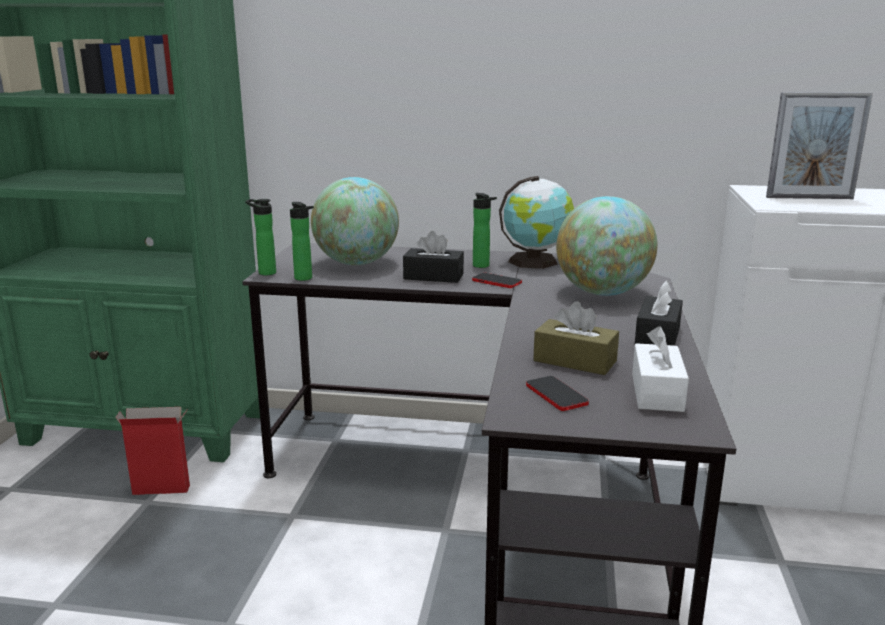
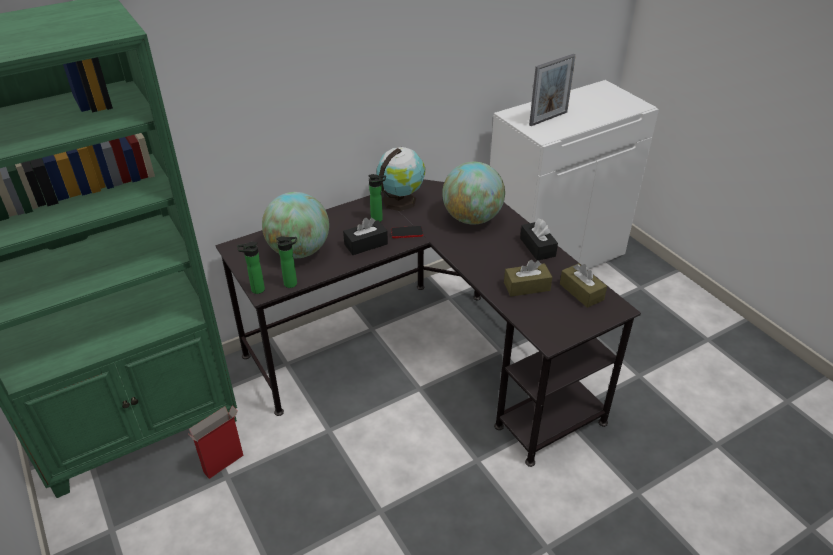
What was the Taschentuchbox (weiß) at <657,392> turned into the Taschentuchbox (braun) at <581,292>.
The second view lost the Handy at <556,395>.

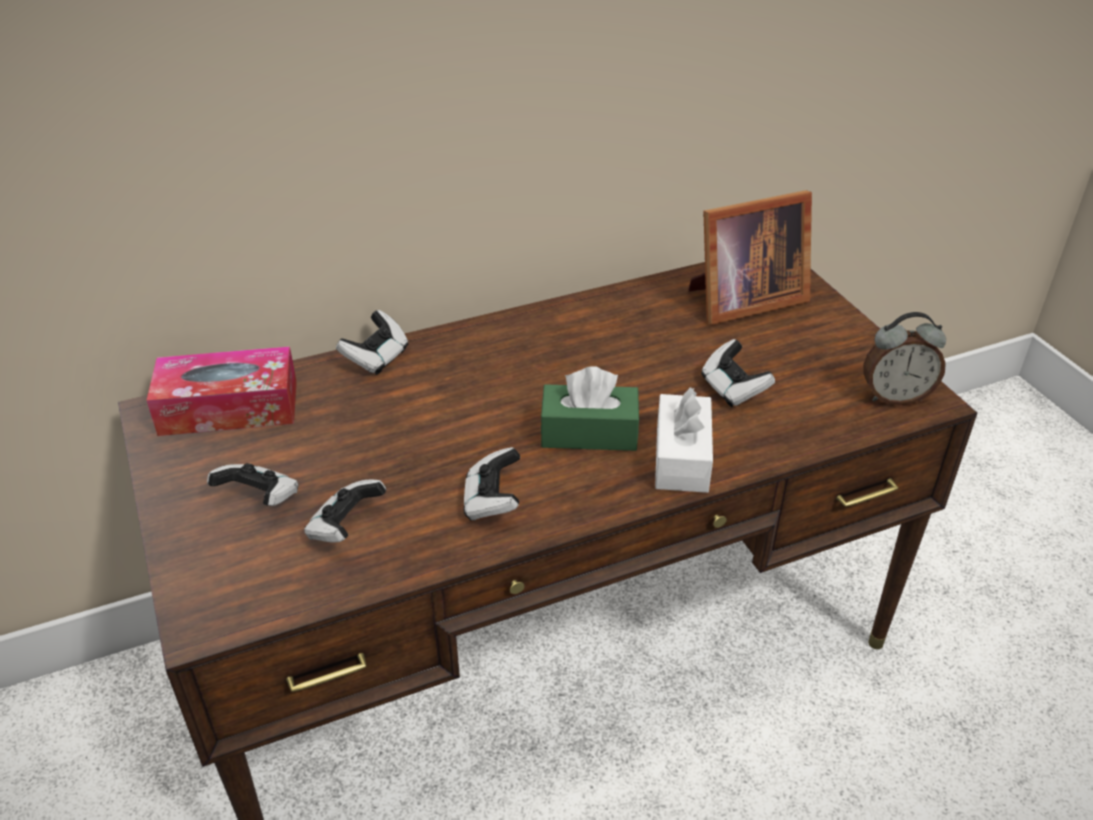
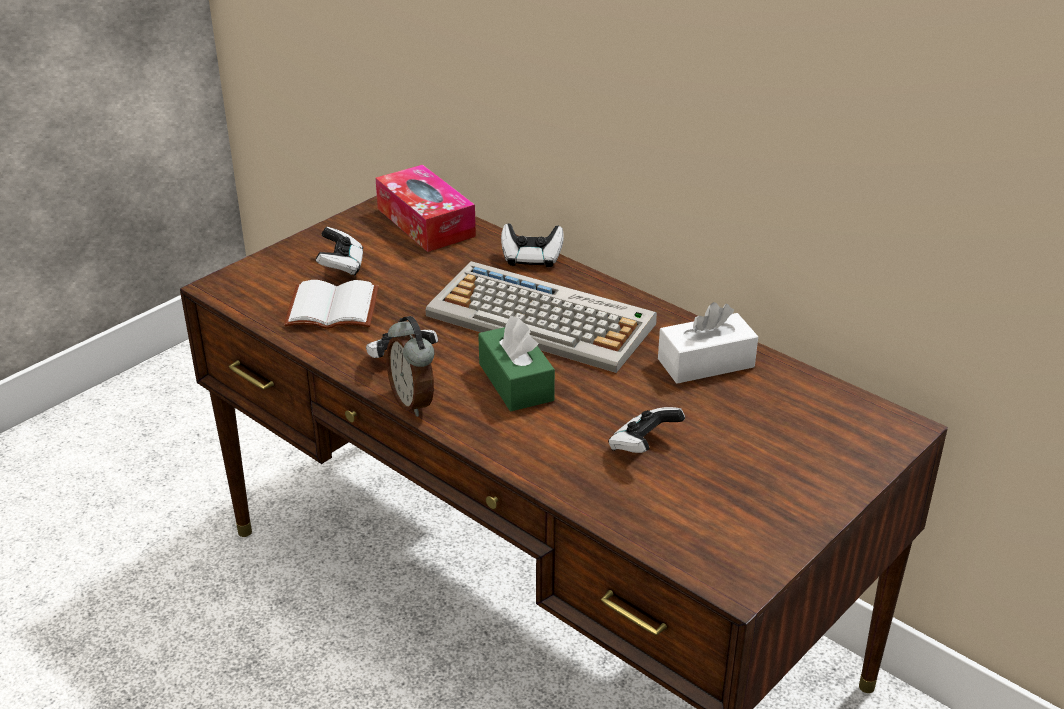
Where the Gamepad stood at <345,527>, the Buch (weiß) came to stand at <334,307>.
The Wecker ended up elsewhere, having gone from <894,396> to <414,402>.
The second view gained the Tastatur at <543,319>.
The Taschentuchbox (weiß) ended up elsewhere, having gone from <681,458> to <706,363>.
The second view lost the Bilderrahmen at <742,301>.

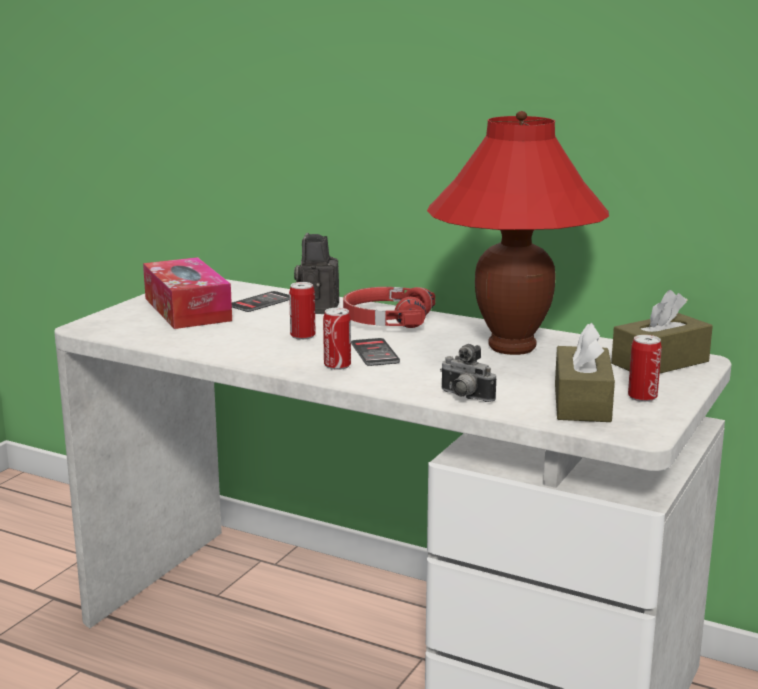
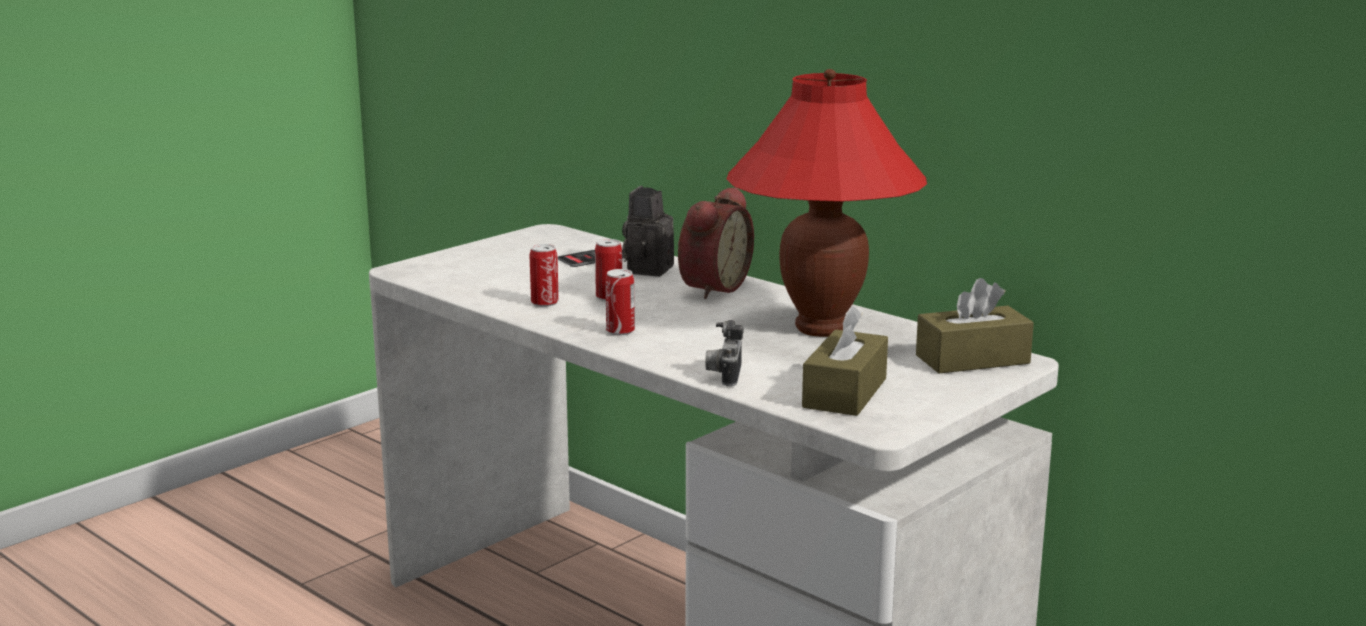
The Dose ended up elsewhere, having gone from <642,397> to <544,303>.
Where the Kopfhörer (rot) stood at <386,320>, the Wecker came to stand at <711,287>.
The Kamera at <464,397> ended up facing another way, 45 degrees clockwise from before.
The second view lost the Taschentuchbox at <187,309>.
The second view lost the Handy at <375,353>.

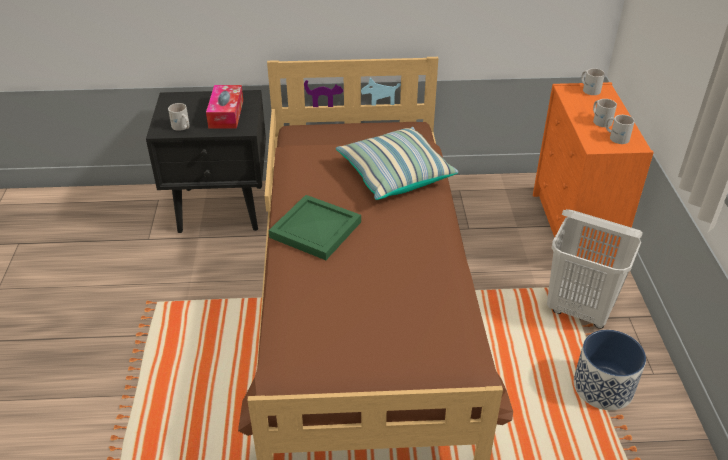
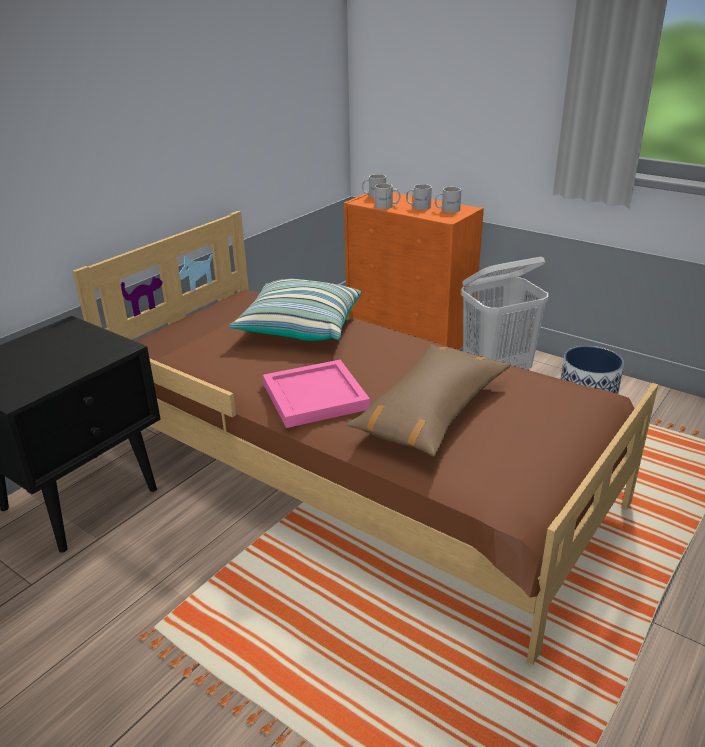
What was the Tablett (grün) at <316,230> turned into the Tablett (rosa) at <316,397>.
The second view gained the Kissen (braun) at <431,412>.
The Henkelbecher (weiß) ended up elsewhere, having gone from <181,127> to <387,206>.
The second view lost the Taschentuchbox at <226,114>.

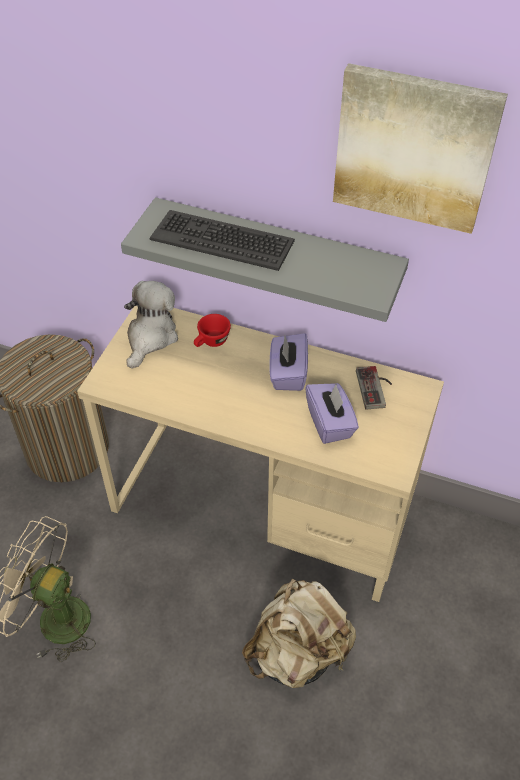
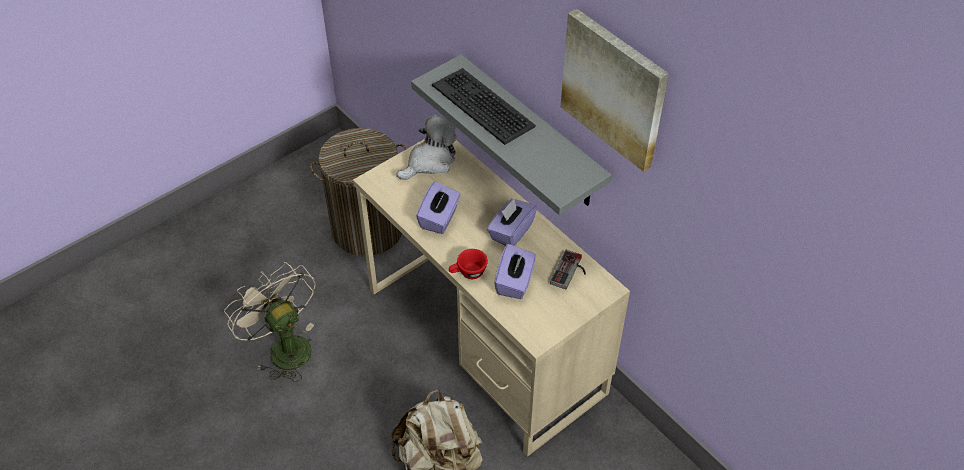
The second view gained the Taschentuchbox (lila) at <439,218>.
The Tasse (rot) ended up elsewhere, having gone from <211,342> to <468,273>.

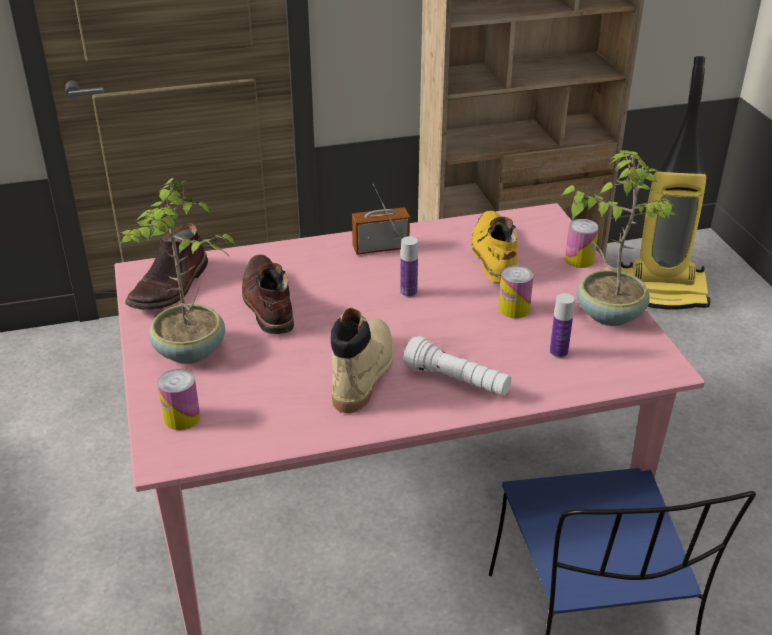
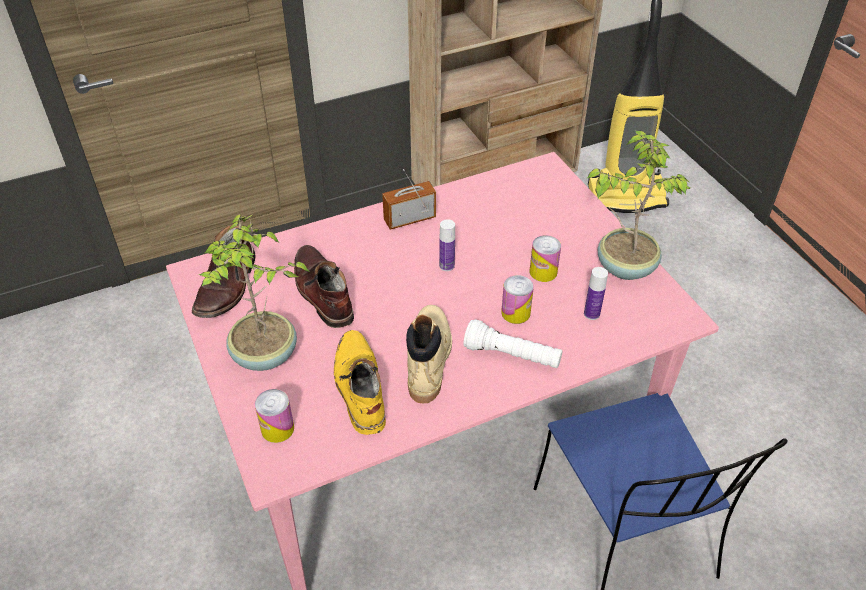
The Stiefel (gelb) ended up elsewhere, having gone from <493,255> to <359,387>.
The Dose ended up elsewhere, having gone from <579,259> to <515,313>.

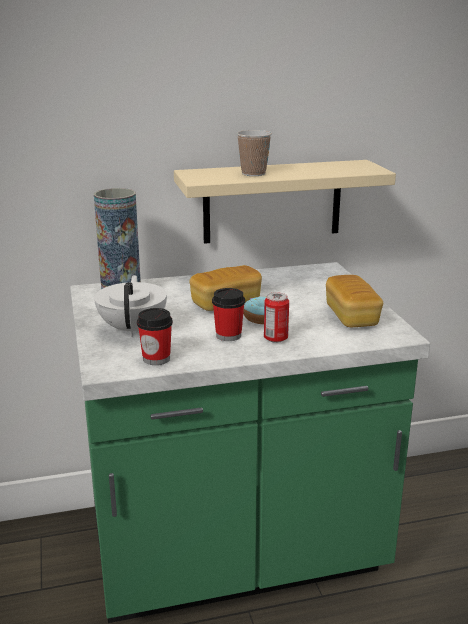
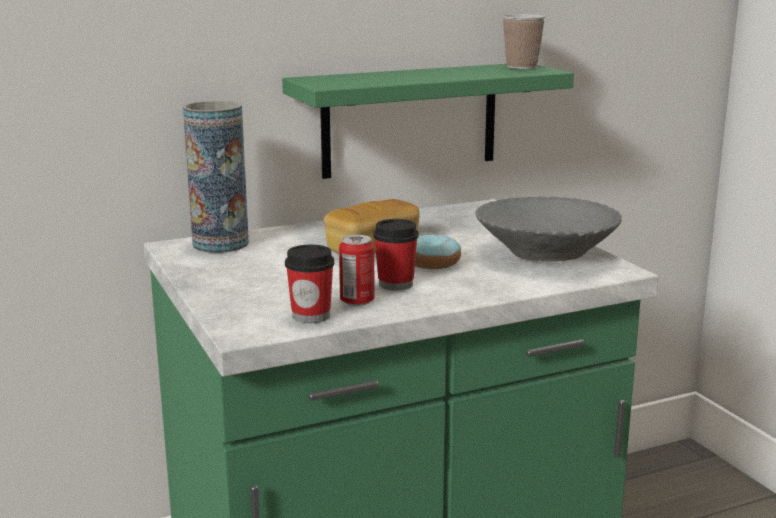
What was the Wandregal (beige) at <272,201> turned into the Wandregal (grün) at <410,119>.
The Dose ended up elsewhere, having gone from <275,339> to <357,301>.
Where the Brot stood at <351,316>, the Schüssel (grau) came to stand at <545,254>.
The Tasse ended up elsewhere, having gone from <253,173> to <521,67>.
The second view lost the Teekanne (weiß) at <133,329>.

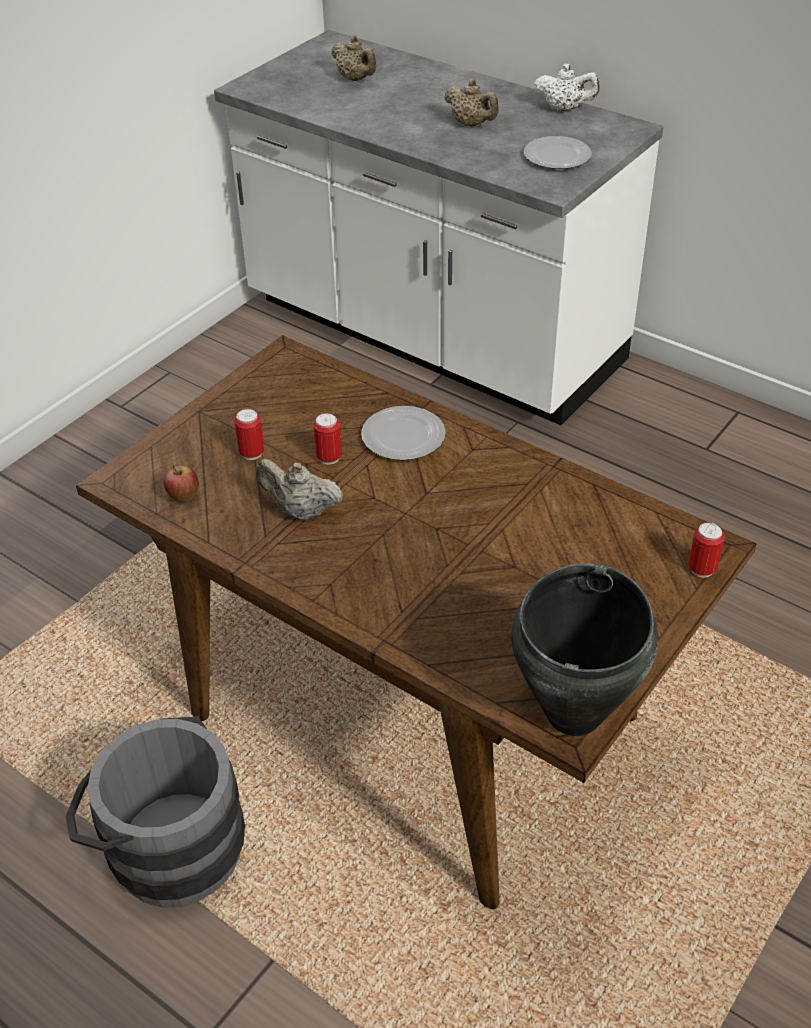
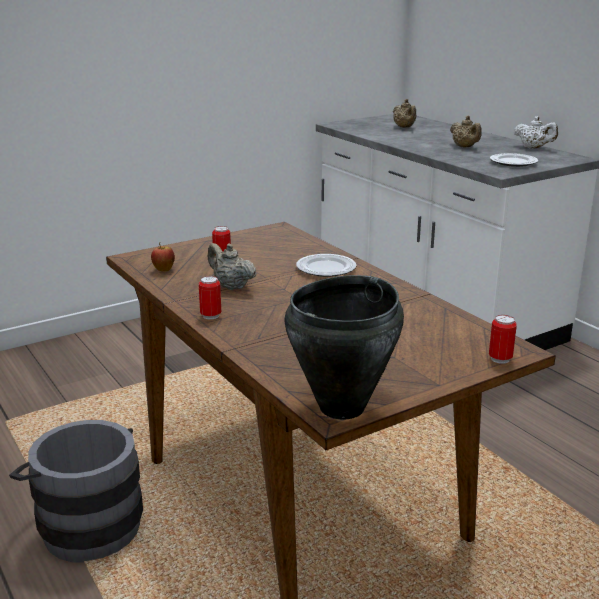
The Dose ended up elsewhere, having gone from <329,457> to <210,316>.

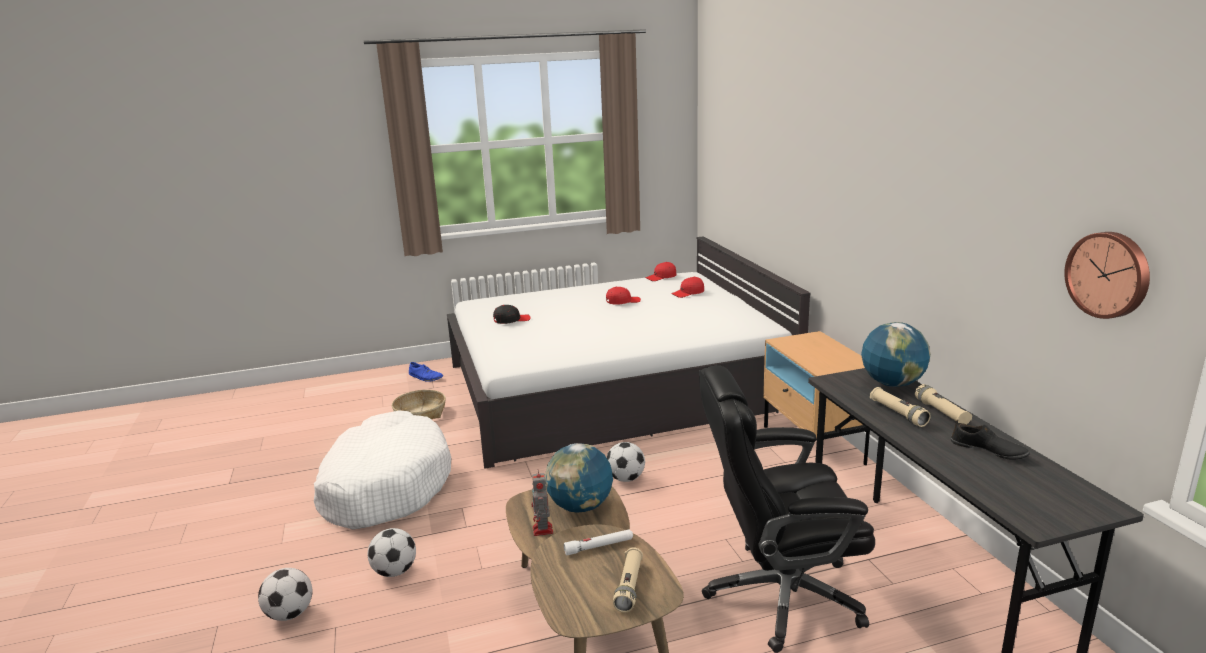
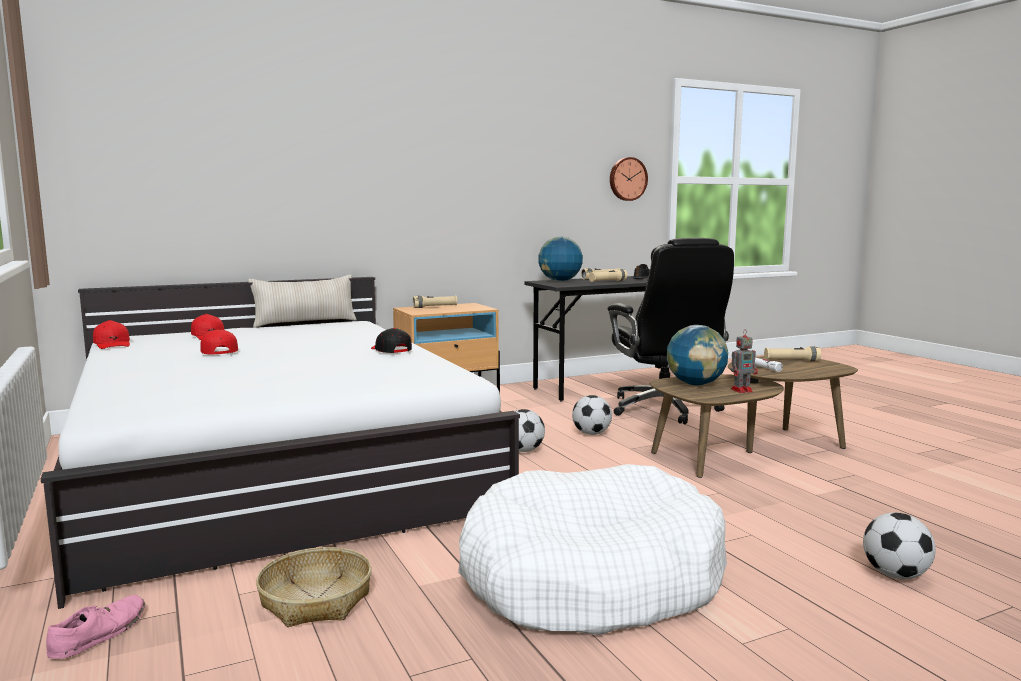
What was the Schuh (blau) at <425,377> turned into the Schuh (rosa) at <99,634>.
The second view gained the Kissen (beige) at <305,323>.
The Kappe (schwarz) ended up elsewhere, having gone from <511,320> to <390,350>.
The second view gained the Taschenlampe (beige) at <435,307>.
The Fußball ended up elsewhere, having gone from <395,571> to <591,434>.

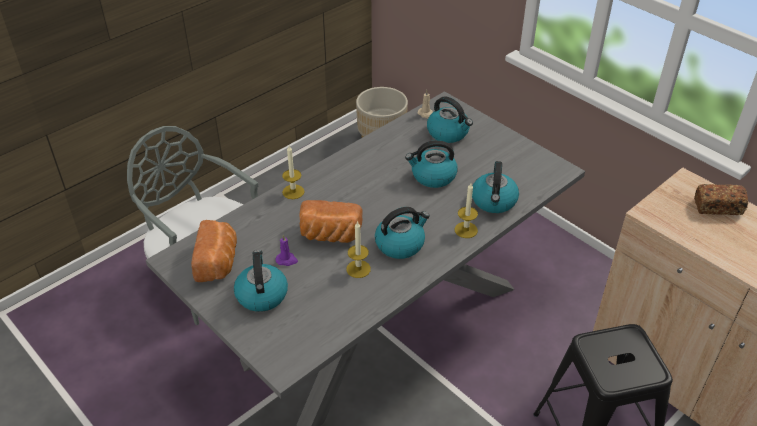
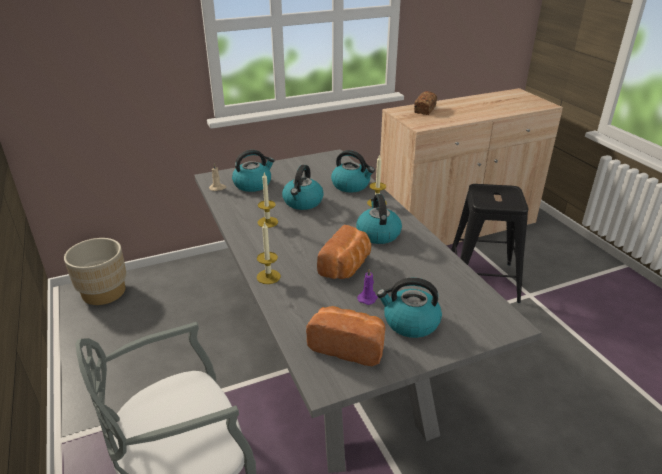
The Kerze ended up elsewhere, having gone from <358,269> to <267,222>.

